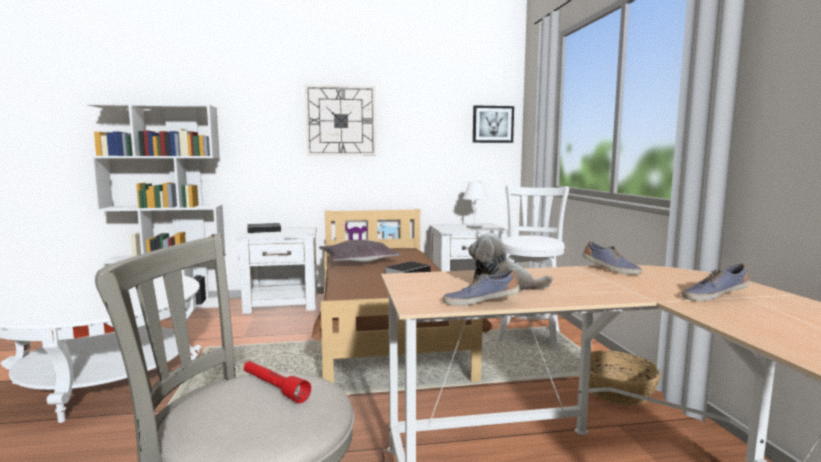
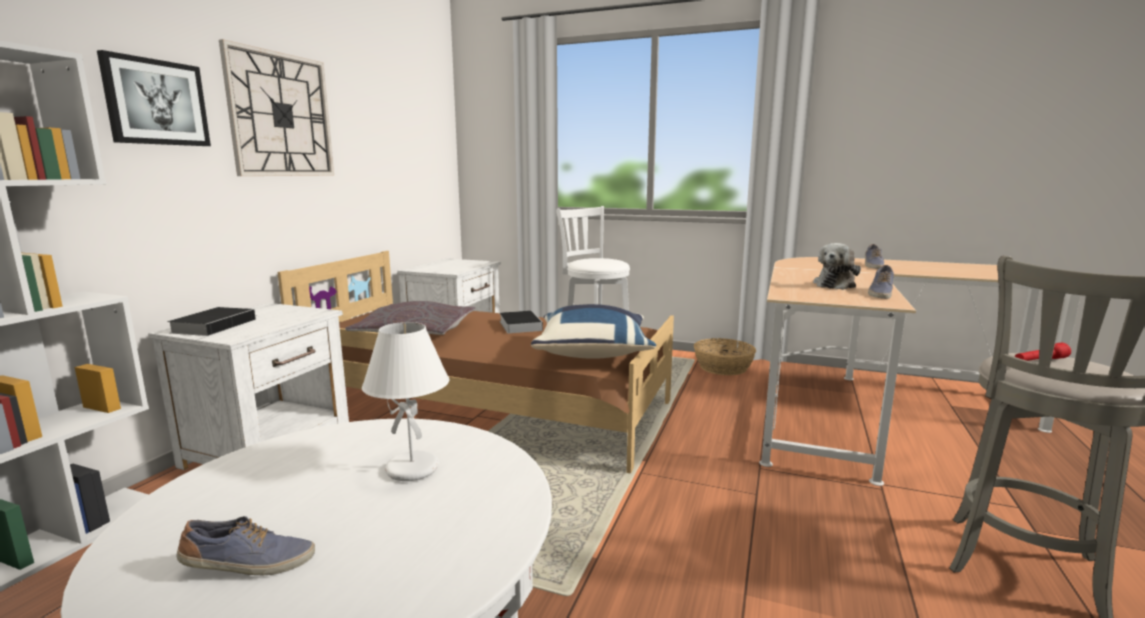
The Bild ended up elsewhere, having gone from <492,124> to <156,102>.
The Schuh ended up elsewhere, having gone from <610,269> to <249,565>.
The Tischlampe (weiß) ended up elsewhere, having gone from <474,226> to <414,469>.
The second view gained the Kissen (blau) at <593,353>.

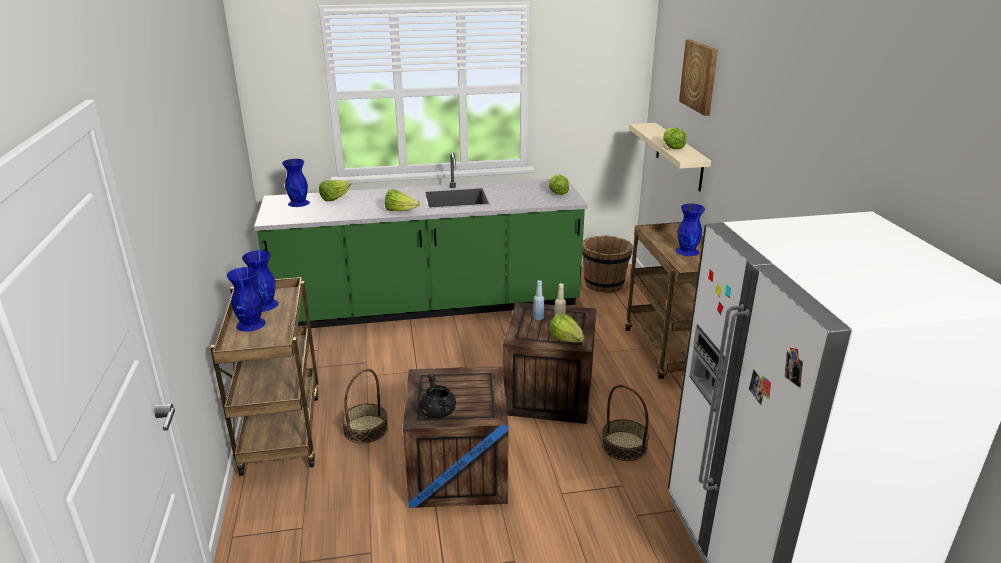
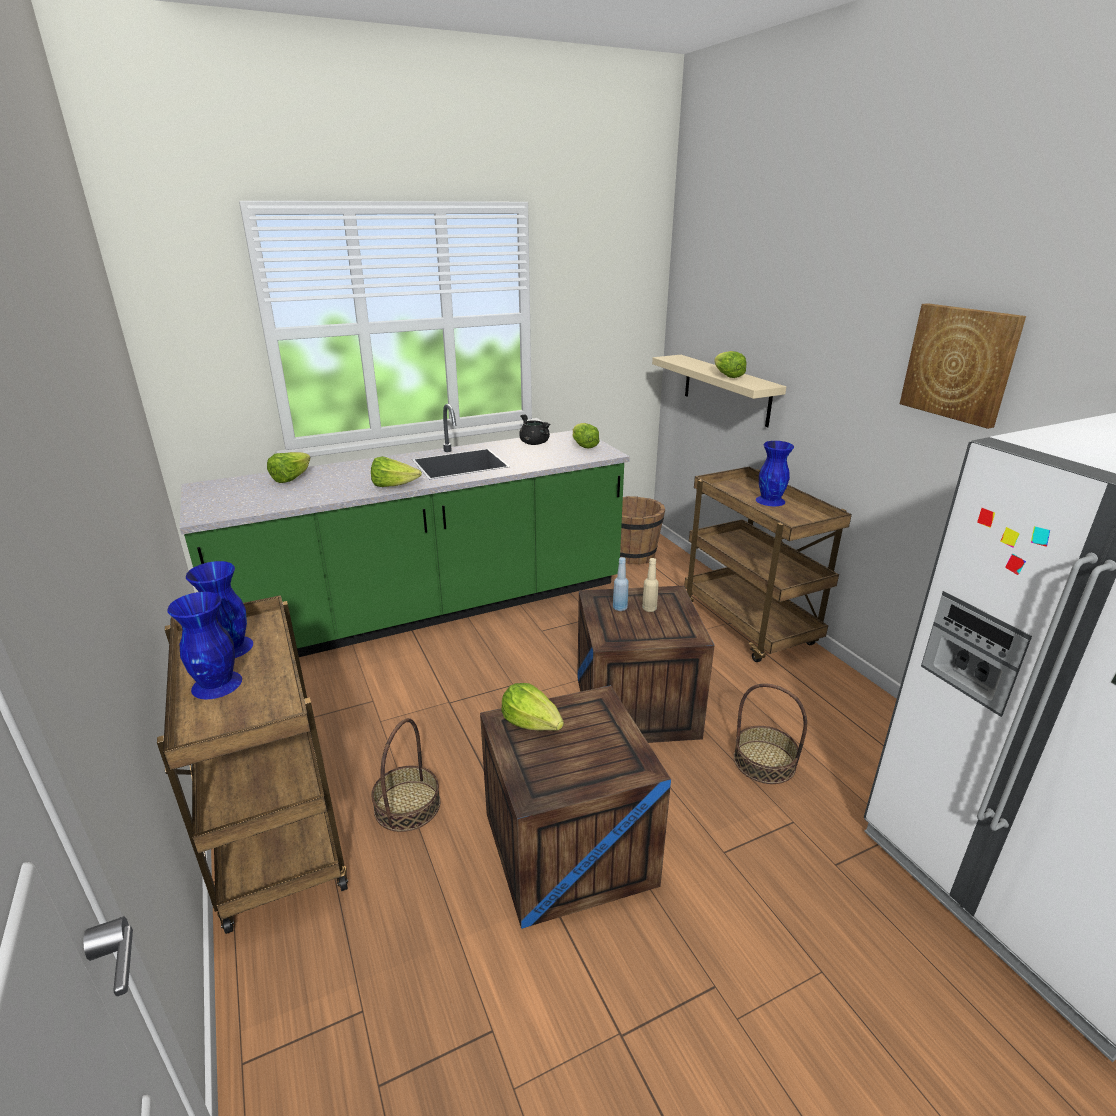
The Salatkopf ended up elsewhere, having gone from <567,339> to <532,723>.
The Kochtopf (schwarz) ended up elsewhere, having gone from <438,412> to <534,443>.
The Bild ended up elsewhere, having gone from <700,76> to <960,363>.
The second view lost the Vase (blau) at <299,203>.

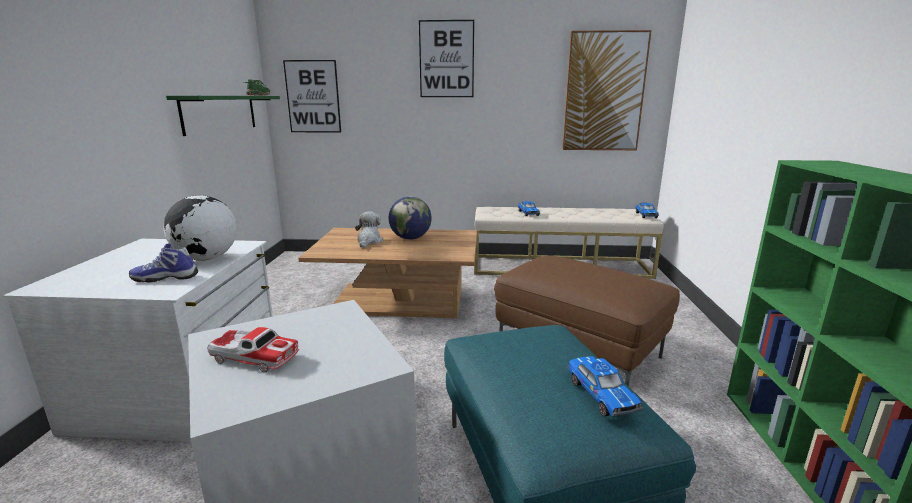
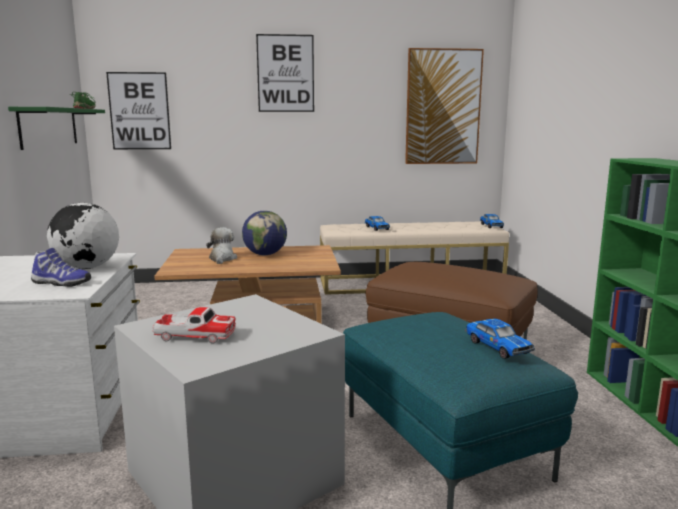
The Schuh at <166,278> ended up facing another way, 150 degrees counterclockwise from before.

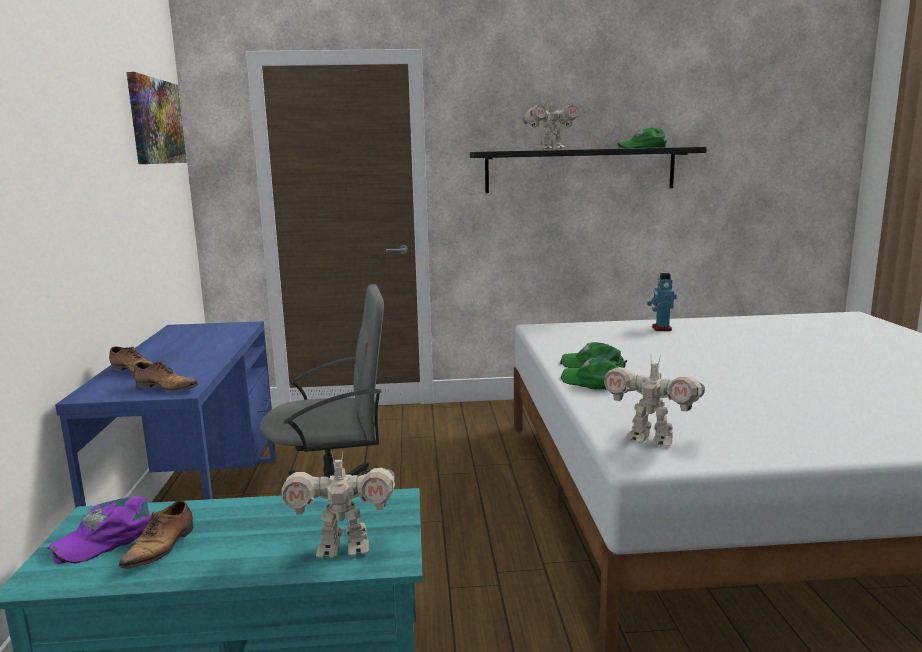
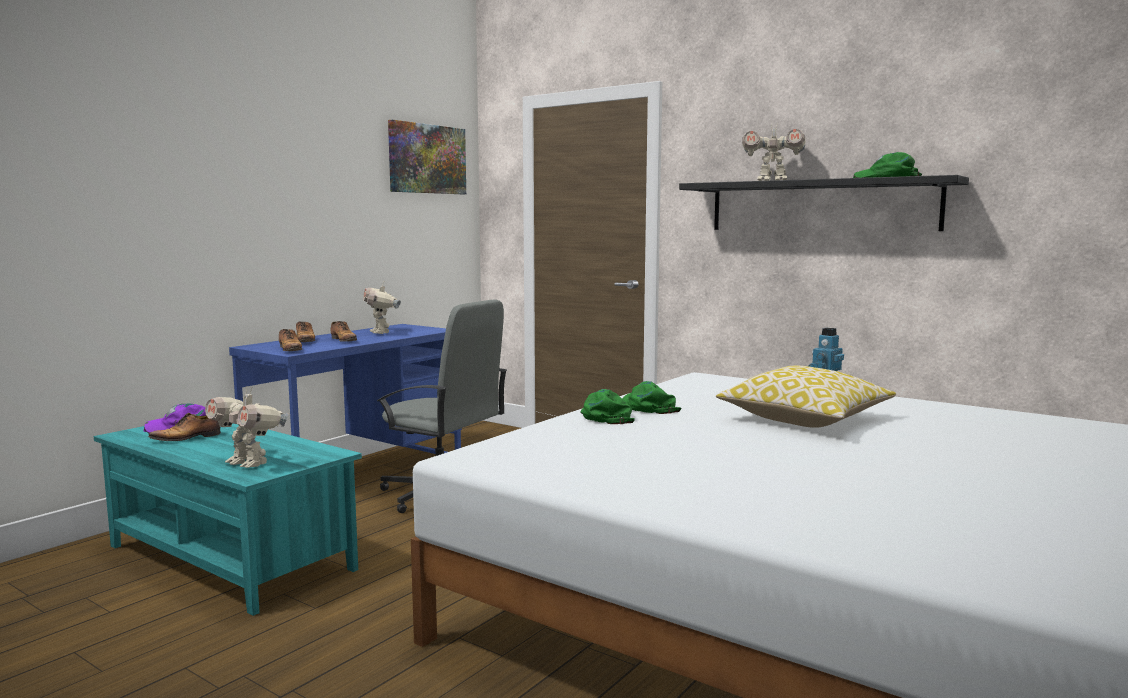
The second view gained the Schuh at <344,340>.
The Spielzeugroboter ended up elsewhere, having gone from <650,439> to <381,333>.
The second view gained the Kissen at <805,419>.

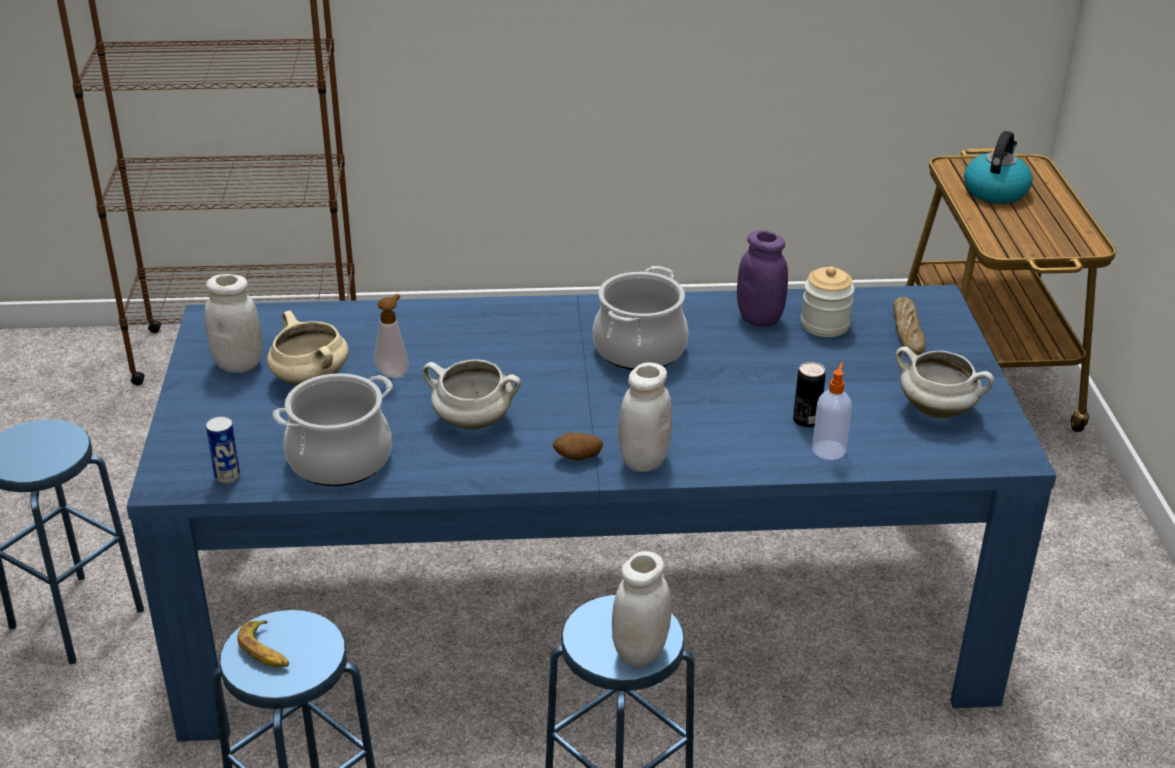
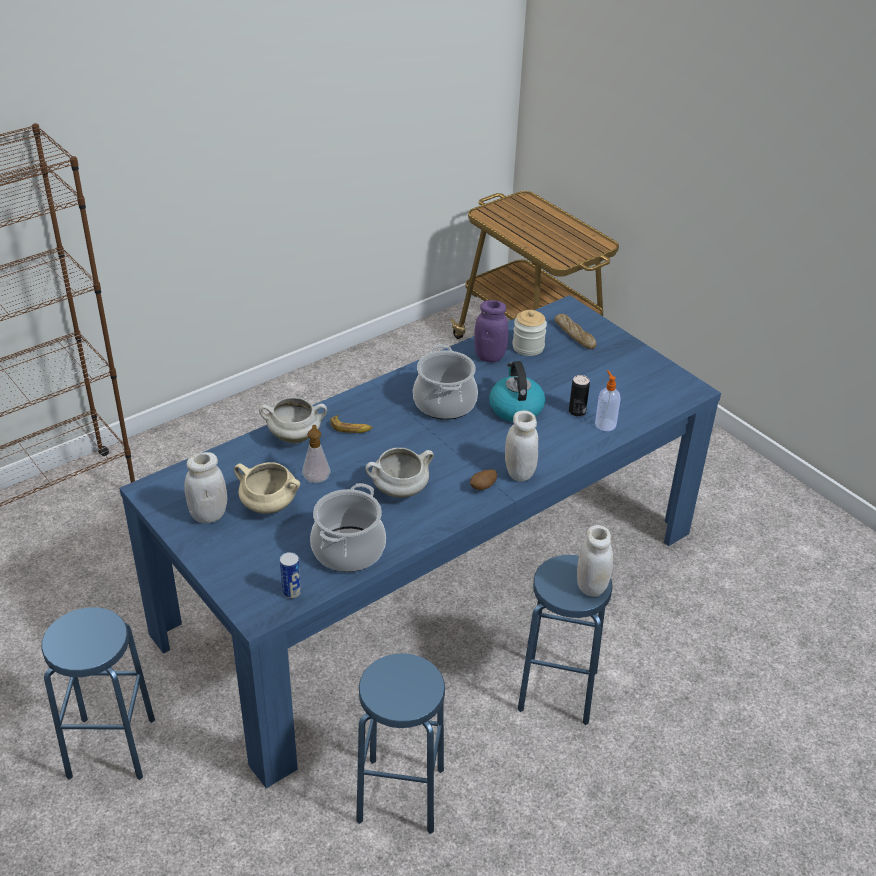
The Kochtopf (weiß) ended up elsewhere, having gone from <938,410> to <295,436>.
The Banane ended up elsewhere, having gone from <266,651> to <351,428>.
The Wasserkessel ended up elsewhere, having gone from <995,191> to <515,408>.

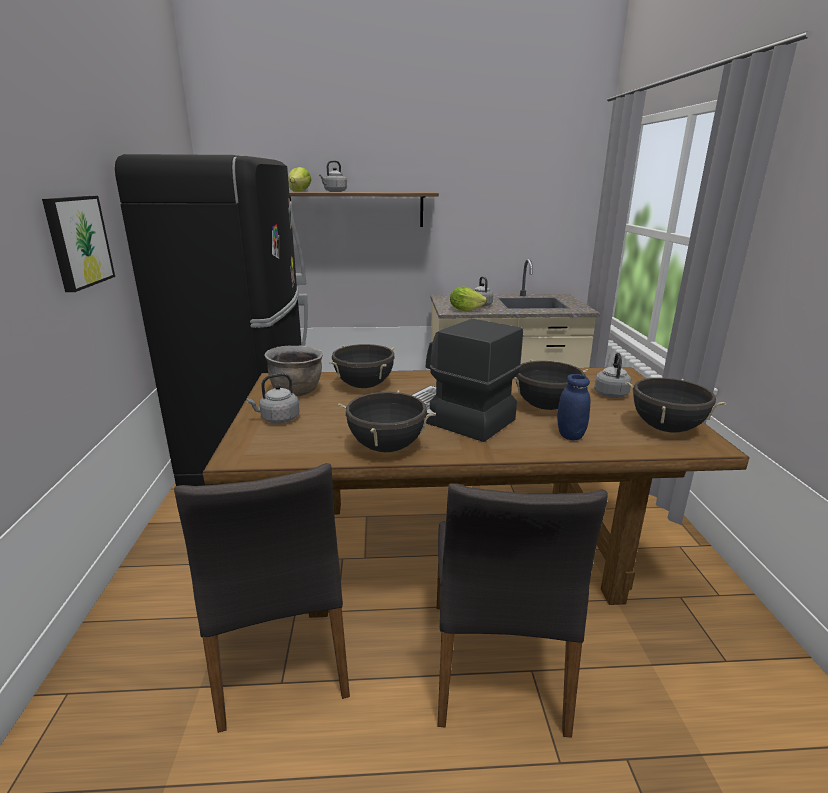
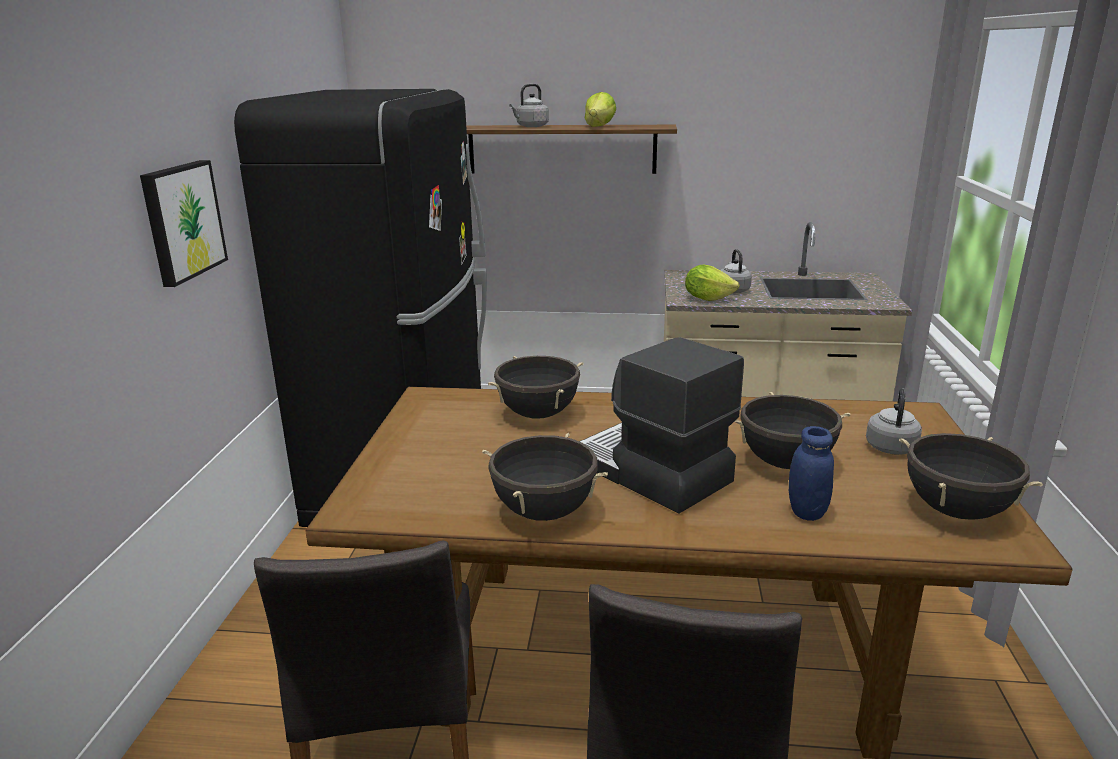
The Salatkopf ended up elsewhere, having gone from <299,191> to <599,126>.
The second view lost the Wasserkessel (grau) at <278,419>.
The second view lost the Kochtopf (braun) at <297,391>.

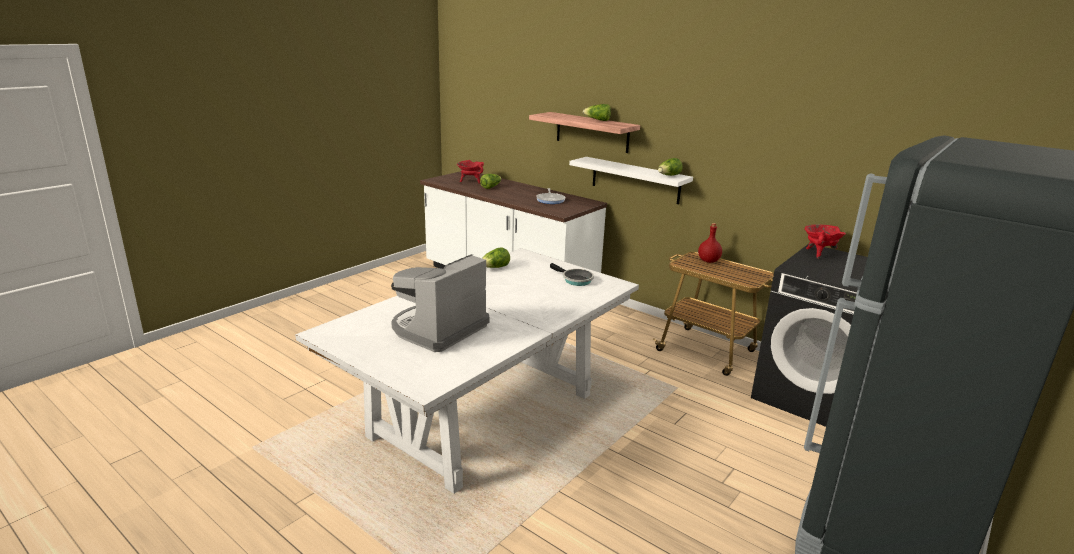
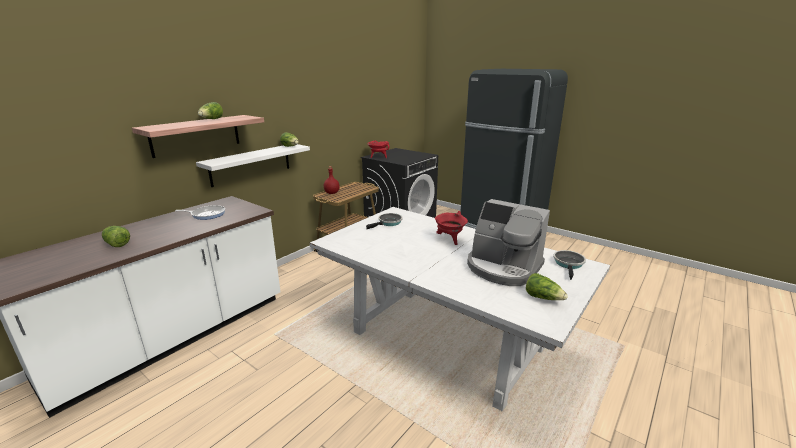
The Kochtopf (rot) ended up elsewhere, having gone from <471,181> to <450,240>.
The Salatkopf ended up elsewhere, having gone from <495,268> to <543,298>.
The second view gained the Pfanne at <569,264>.

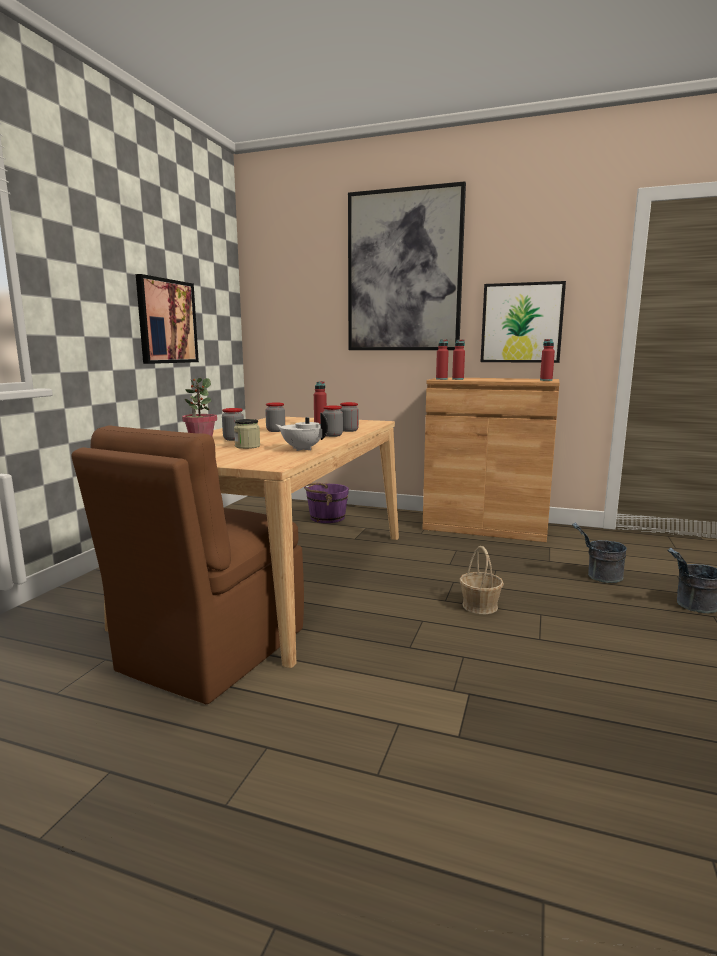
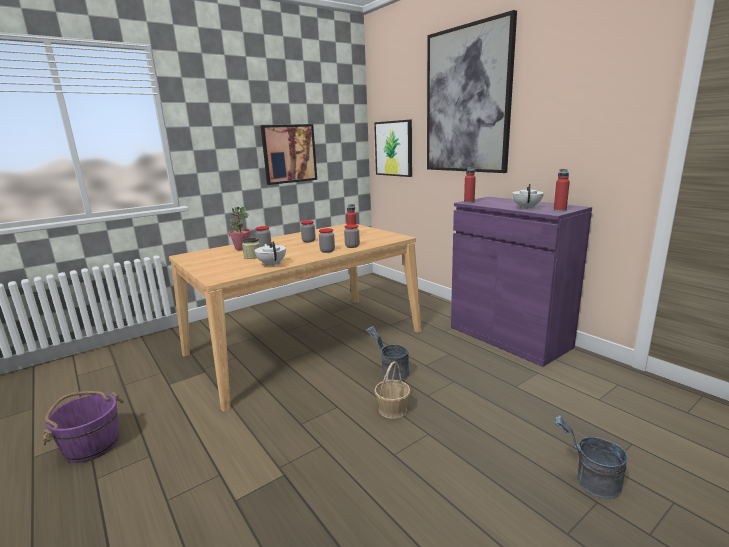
The Eimer (lila) ended up elsewhere, having gone from <326,518> to <91,445>.
The Eimer (grau) ended up elsewhere, having gone from <598,577> to <391,373>.
The Bild ended up elsewhere, having gone from <521,323> to <394,148>.
What was the Schrank (braun) at <485,526> turned into the Schrank (lila) at <508,337>.
The second view gained the Teekanne (weiß) at <527,208>.
The second view lost the Stuhl (braun) at <210,651>.
The second view lost the Flasche (rot) at <458,379>.

